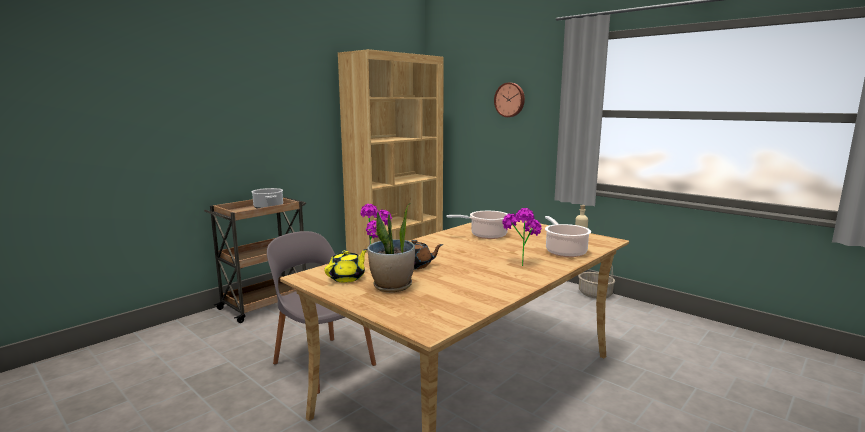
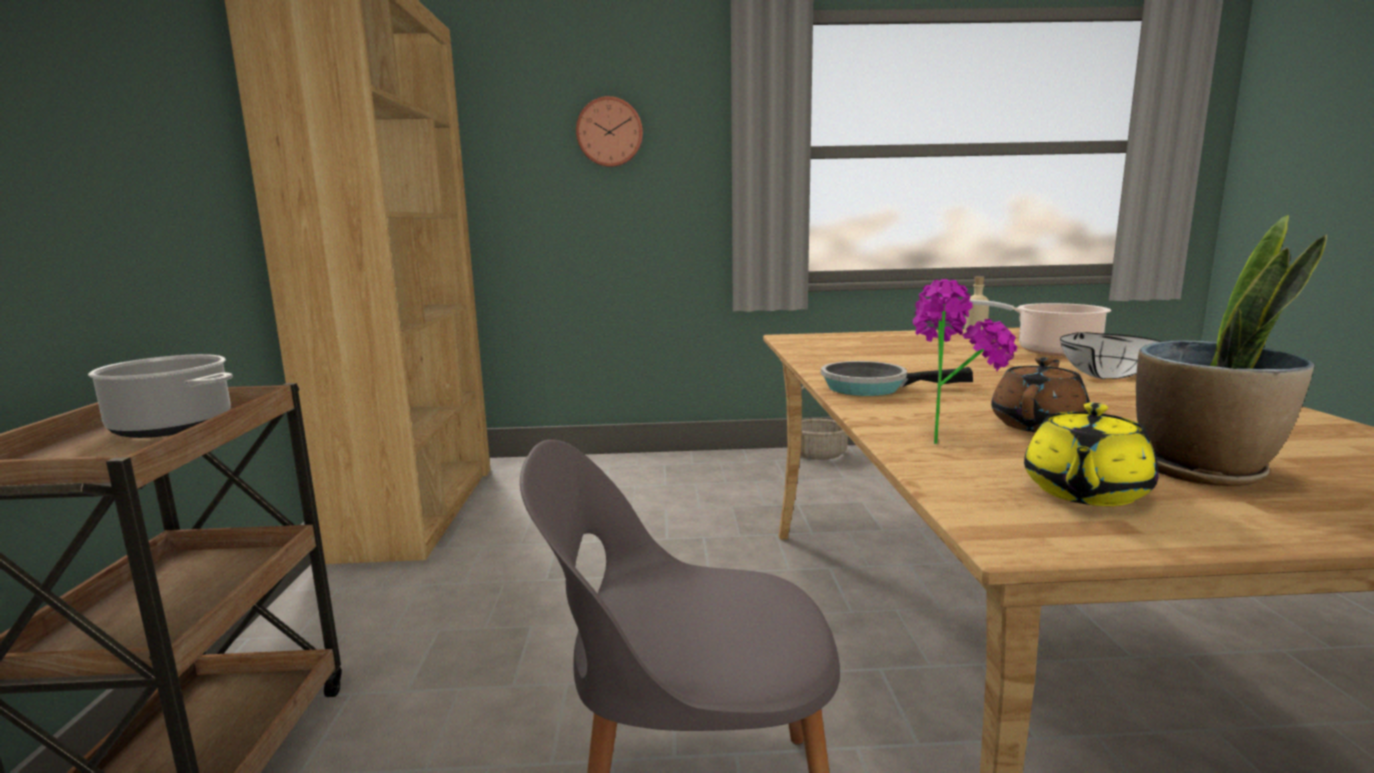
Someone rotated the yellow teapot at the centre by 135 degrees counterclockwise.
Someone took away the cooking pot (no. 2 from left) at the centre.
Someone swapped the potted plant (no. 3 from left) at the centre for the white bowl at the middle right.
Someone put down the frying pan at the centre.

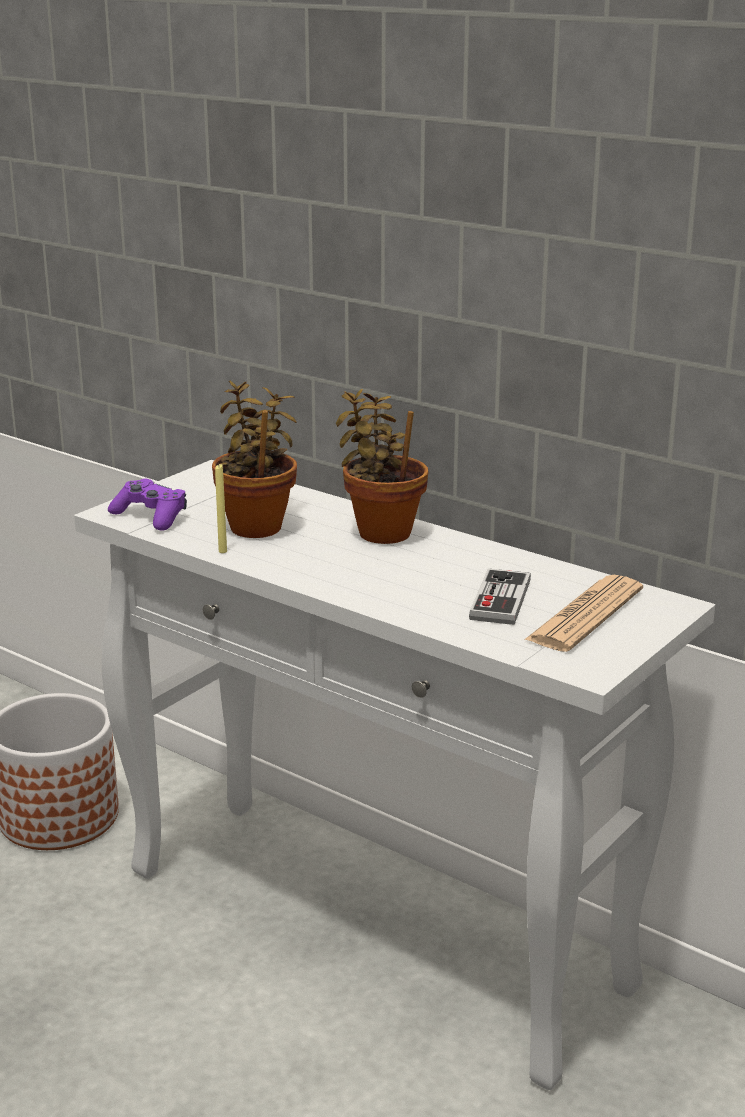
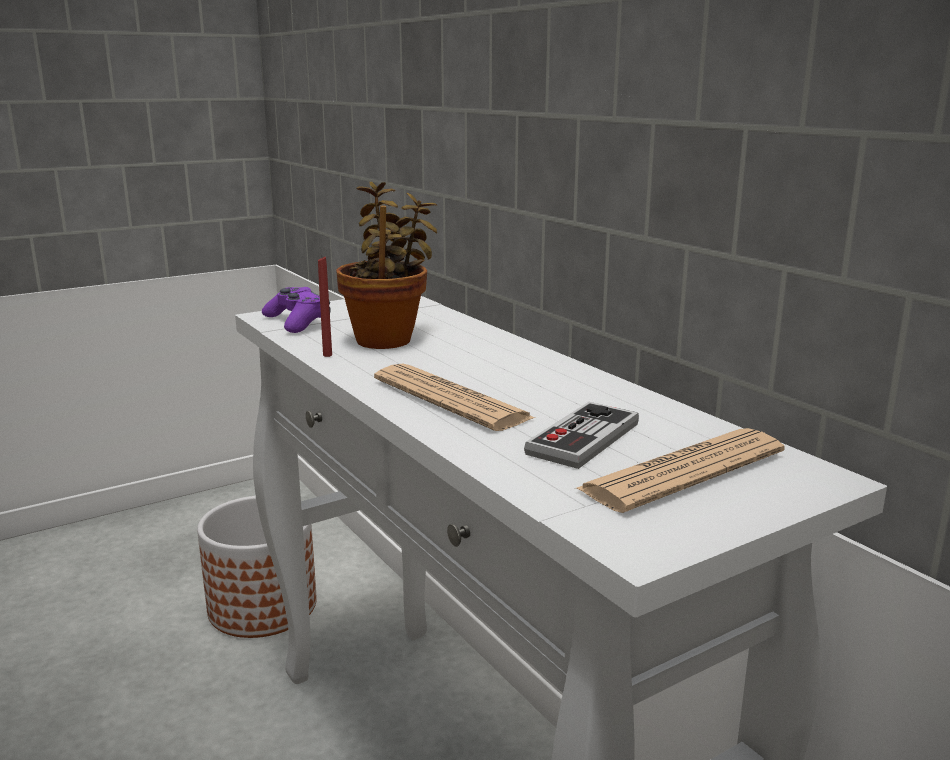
Someone repainted the yellow candle at the middle left, which became the red candle at the centre.
Someone took away the potted plant (no. 2 from left) at the centre.
Someone put down the newspaper (no. 1 from left) at the centre.

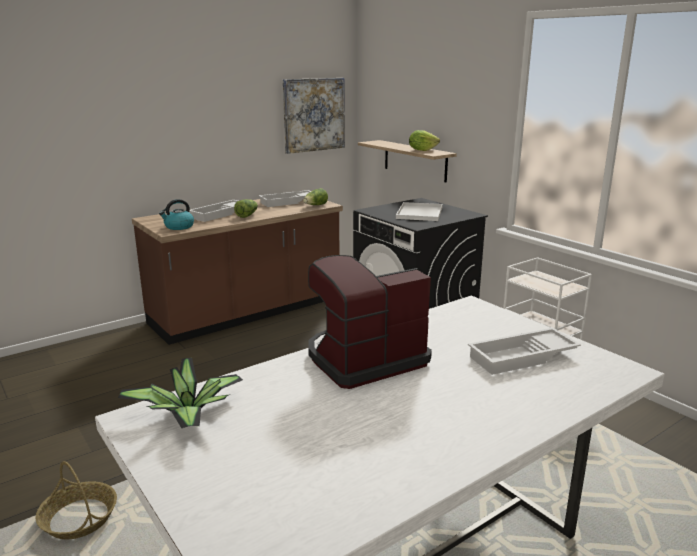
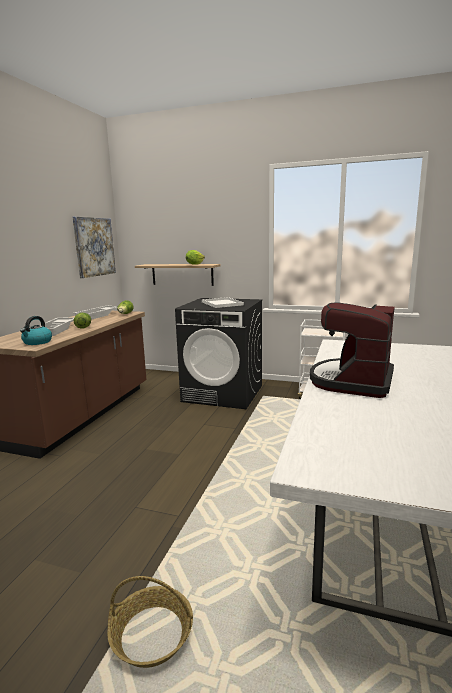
Someone took away the potted plant at the bottom left.
Someone took away the white tray (no. 4 from left) at the middle right.

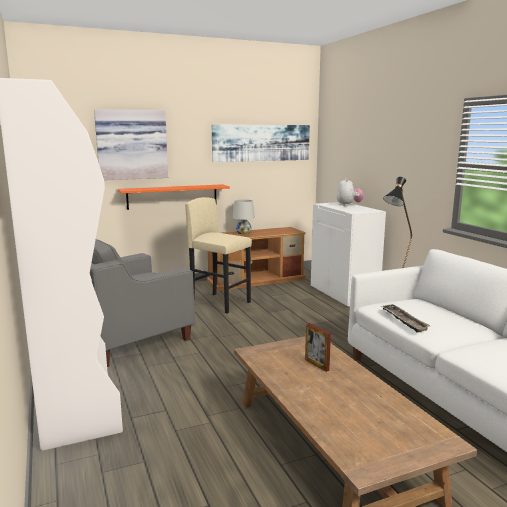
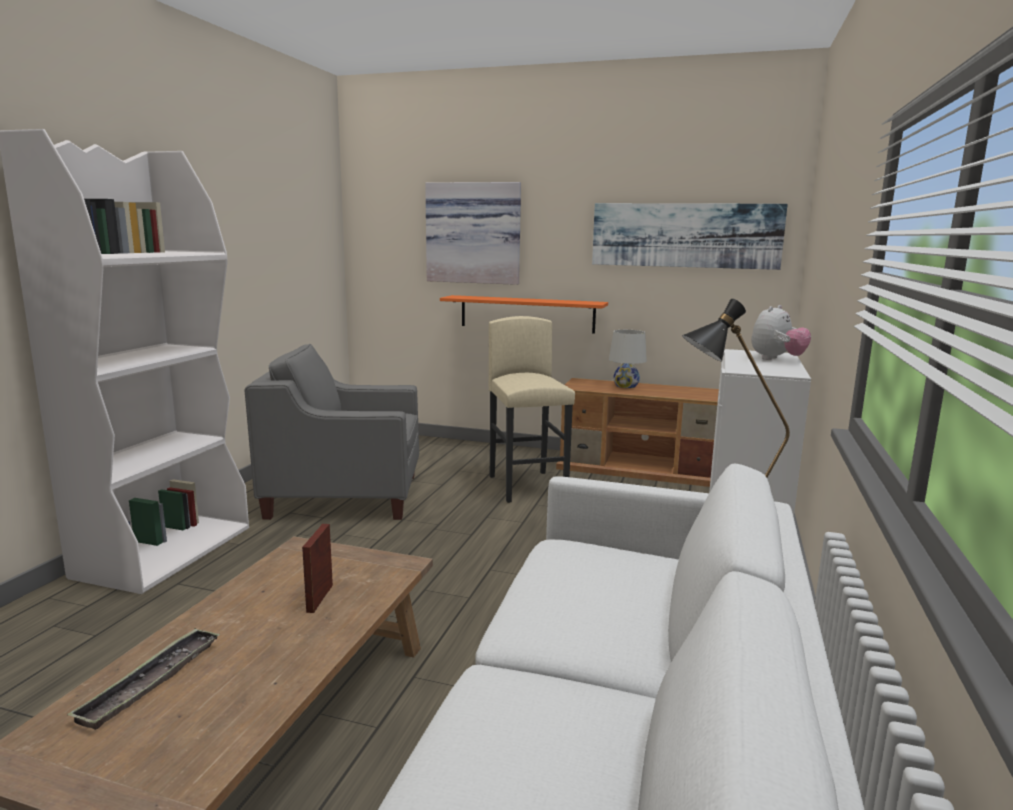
Someone carried the tray from the middle right to the bottom left.

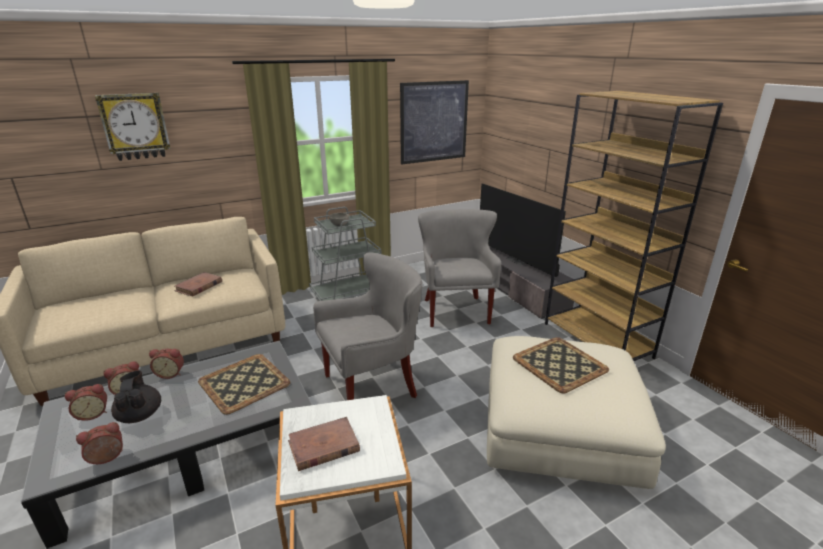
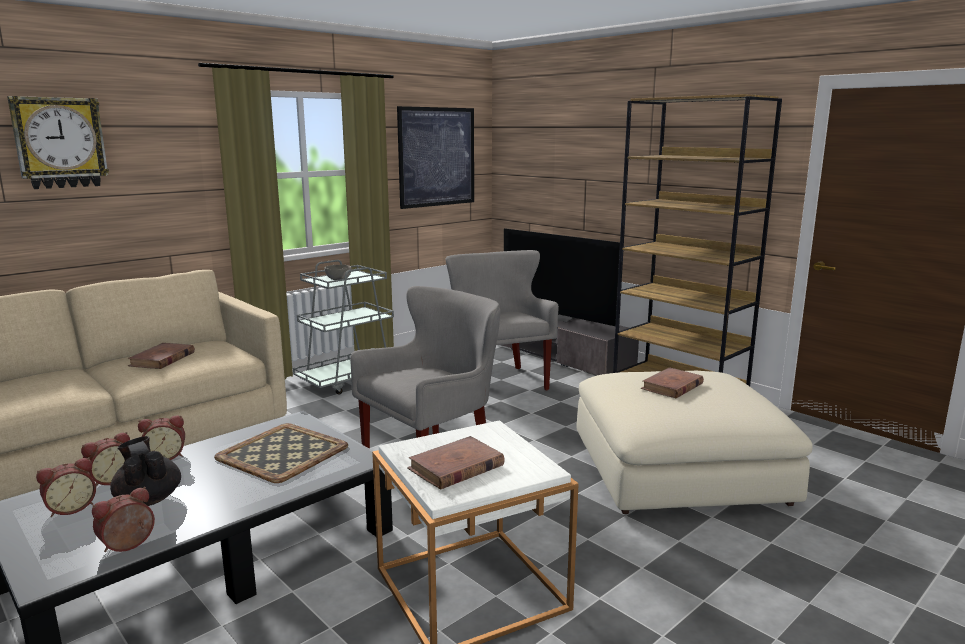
Someone swapped the tray (no. 2 from left) at the middle right for the brown book (no. 3 from left) at the middle right.

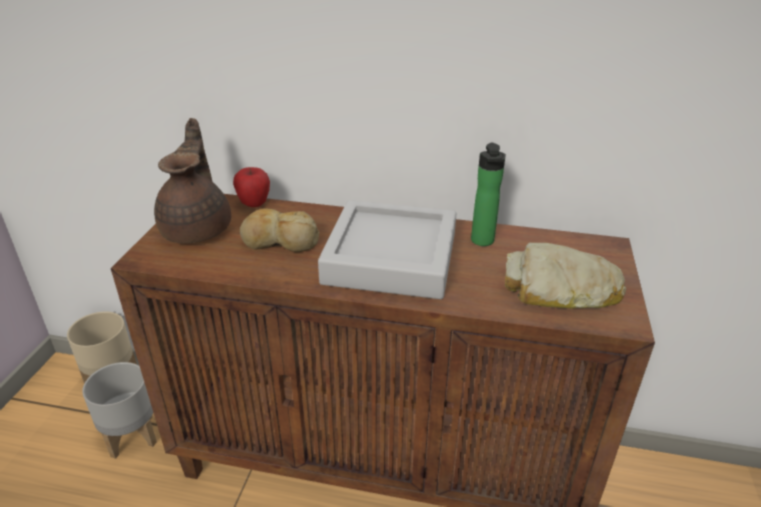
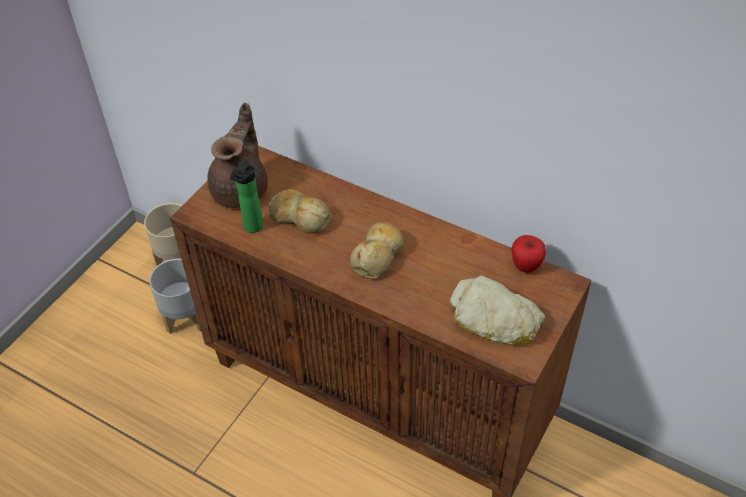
Someone carried the apple from the middle left to the middle right.
Someone swapped the grey tray at the centre for the bread (no. 2 from left) at the centre.
Someone carried the bottle from the centre to the middle left.

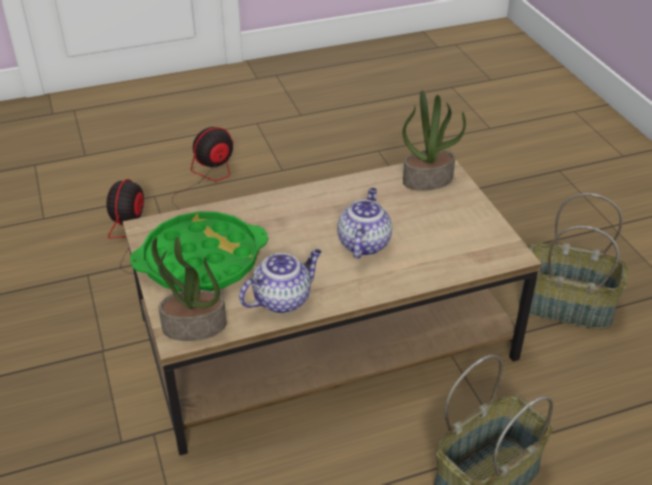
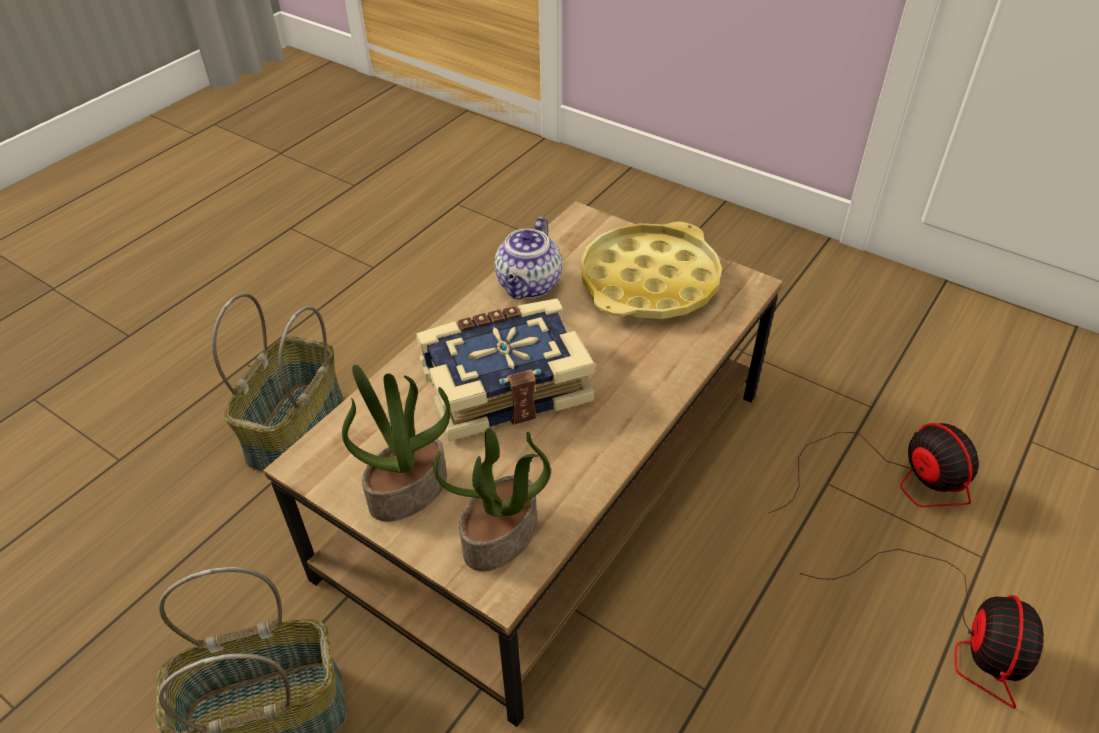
Someone repainted the green tray at the middle left, which became the yellow tray at the centre.
Someone carried the potted plant (no. 1 from left) from the middle left to the centre.
Someone swapped the teapot (no. 2 from left) at the centre for the book at the centre.

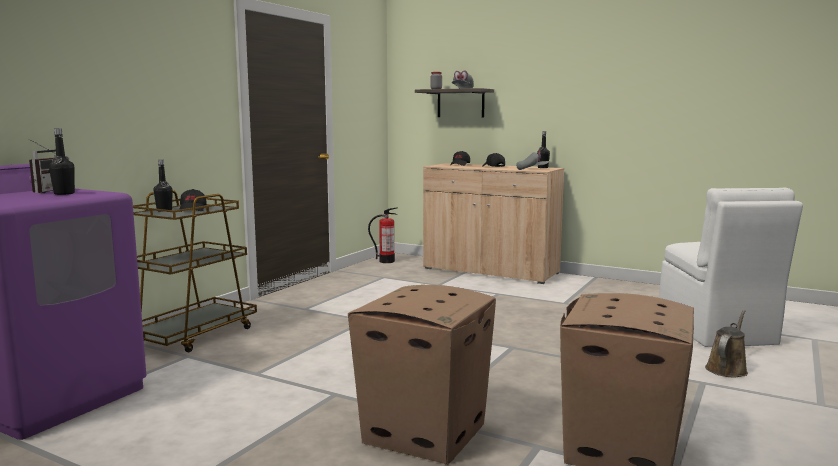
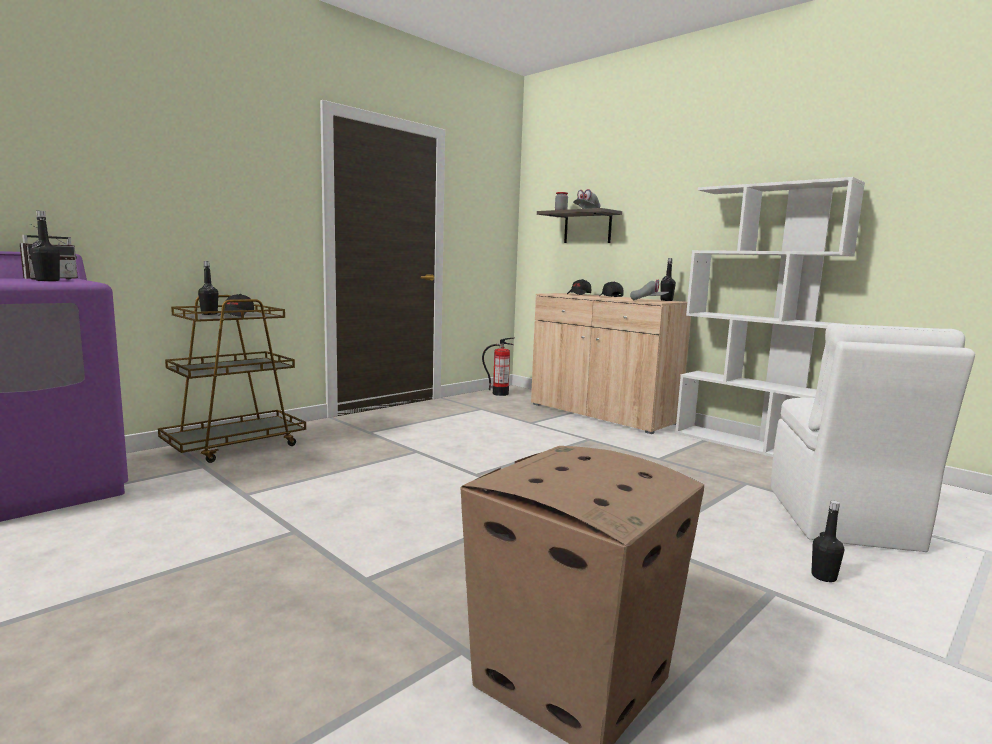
Someone took away the cardboard box (no. 1 from left) at the bottom centre.
Someone swapped the brown watering can at the bottom right for the black bottle (no. 4 from left) at the bottom right.
Someone put down the white bookcase at the middle right.

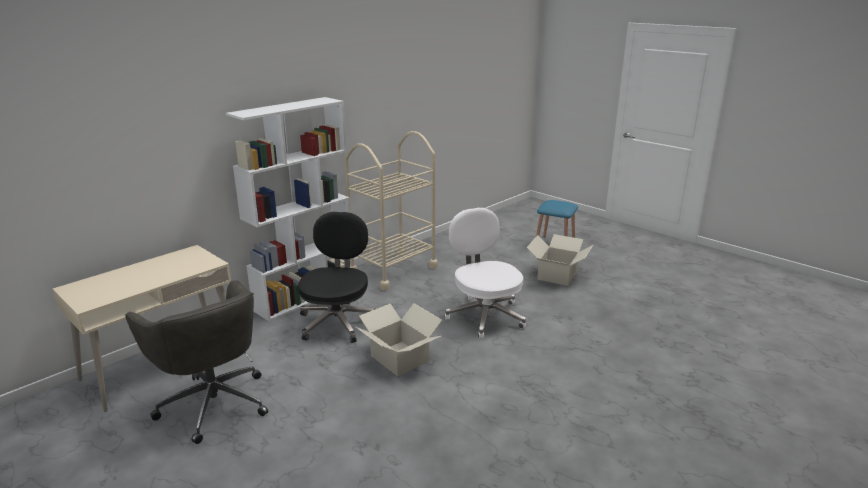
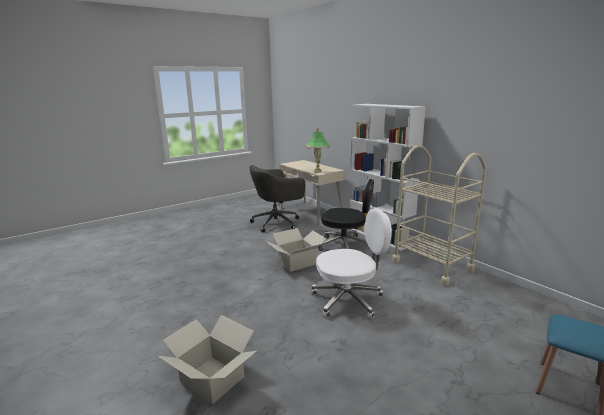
Someone carried the cardboard box (no. 2 from left in the first image) from the centre to the bottom centre.
Someone put down the table lamp at the centre.

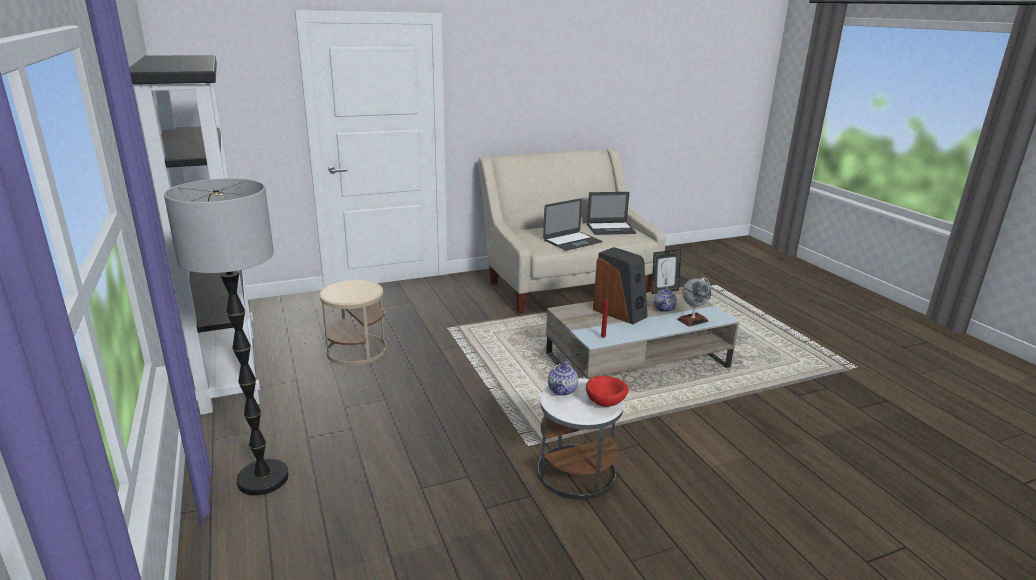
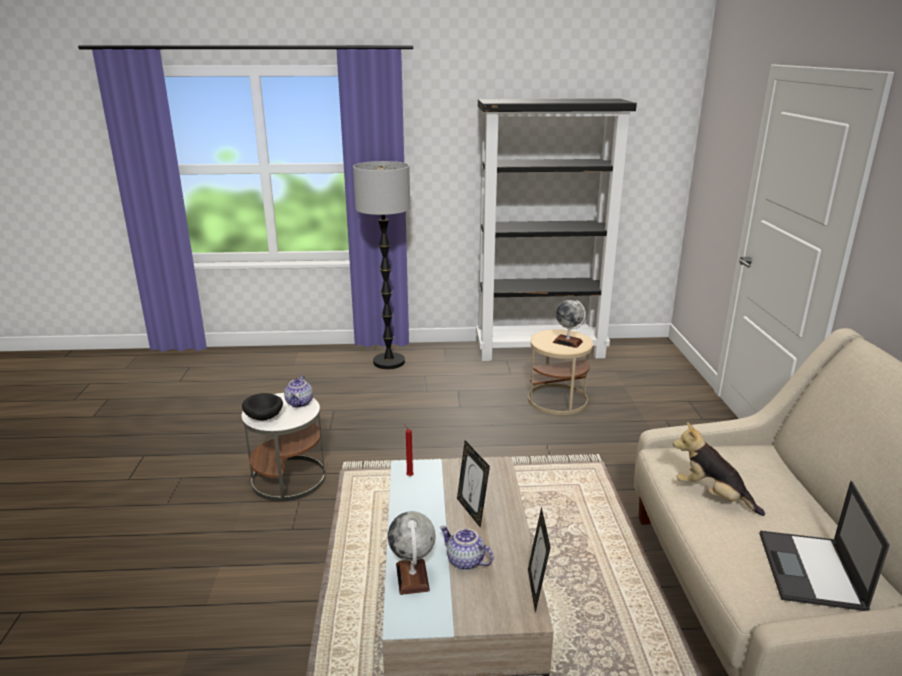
Someone swapped the laptop (no. 1 from left) at the centre for the plush toy at the bottom right.
Someone rotated the teapot (no. 1 from left) at the centre by 120 degrees counterclockwise.
Someone repainted the red bowl at the bottom centre, which became the black bowl at the middle left.
Someone swapped the speaker at the centre for the picture frame (no. 1 from left) at the bottom centre.
Someone put down the globe (no. 2 from left) at the centre.

